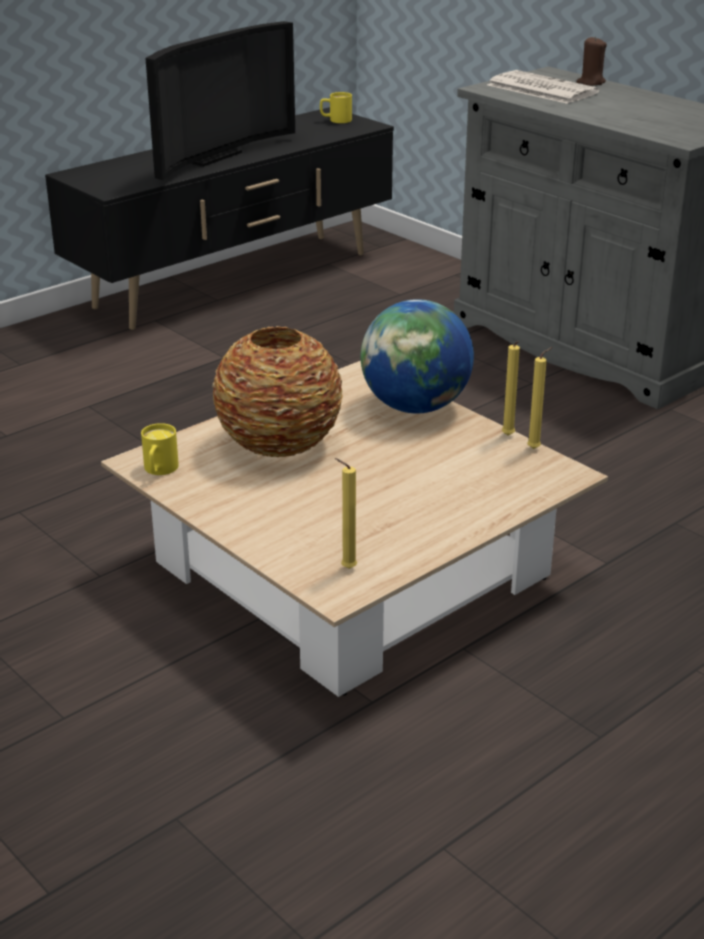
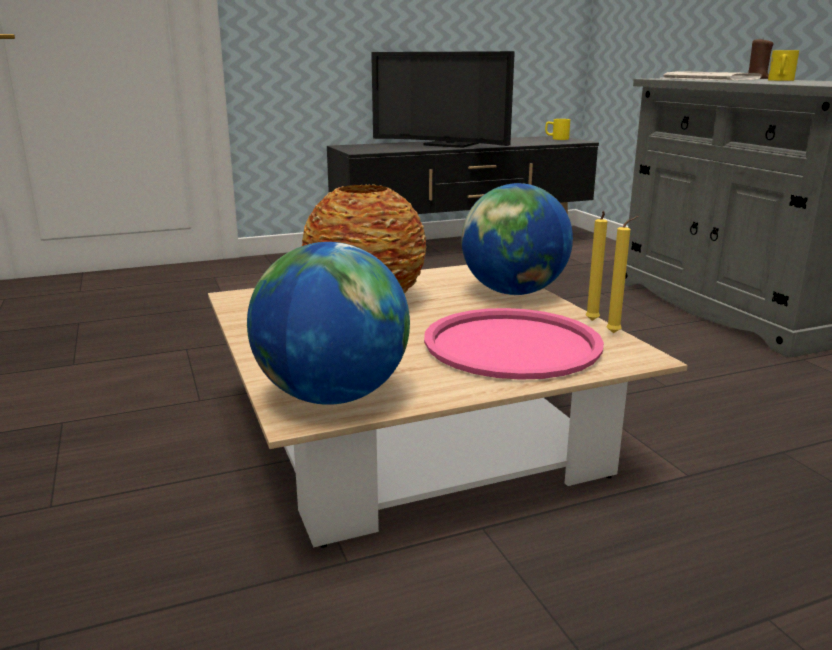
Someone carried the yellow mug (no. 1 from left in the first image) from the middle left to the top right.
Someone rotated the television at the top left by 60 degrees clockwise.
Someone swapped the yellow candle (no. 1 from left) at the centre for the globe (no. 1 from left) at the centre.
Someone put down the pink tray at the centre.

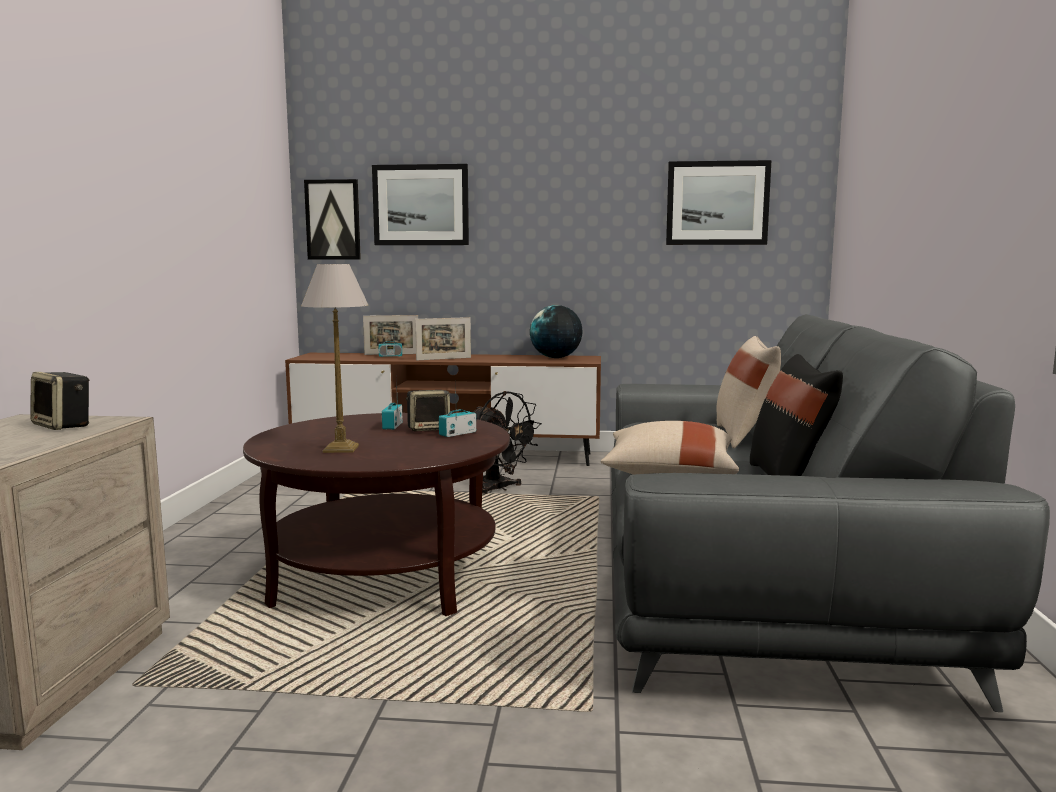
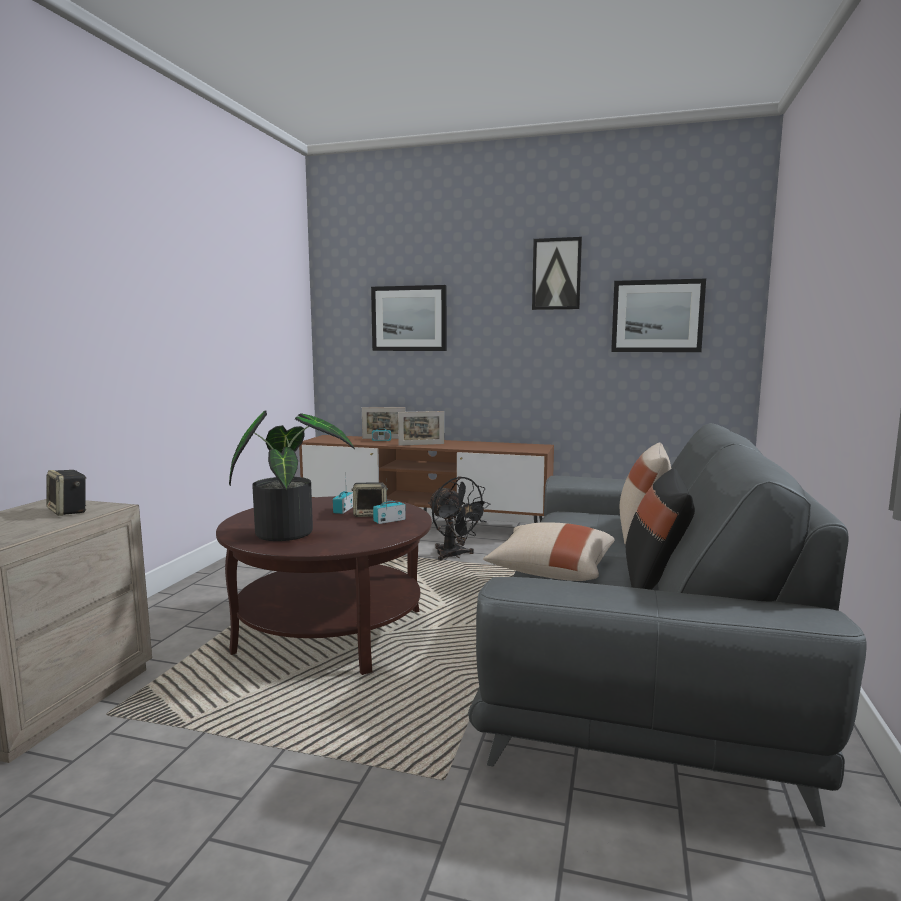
Someone swapped the table lamp at the middle left for the potted plant at the middle left.
Someone carried the picture (no. 1 from left in the first image) from the top left to the top centre.
Someone took away the globe at the centre.

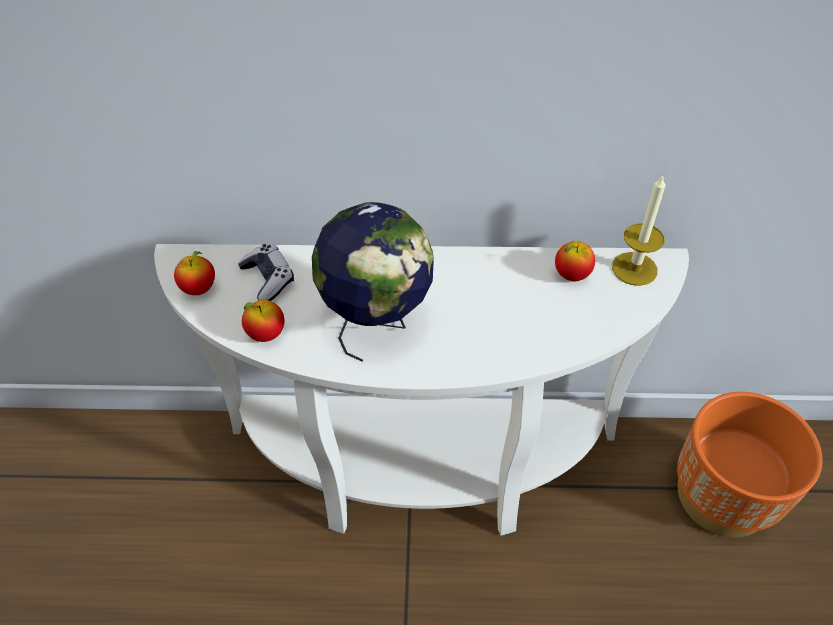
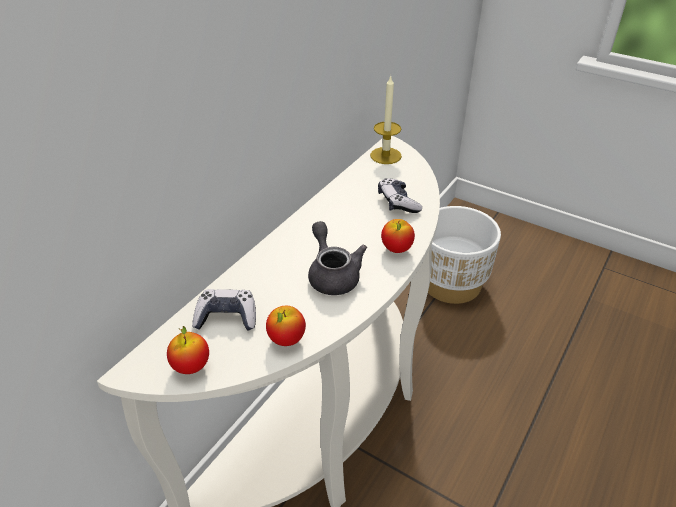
Someone swapped the globe at the centre for the grey teapot at the centre.
Someone carried the apple (no. 3 from left) from the middle right to the centre.
Someone repainted the orange planter at the bottom right, which became the white planter at the middle right.
Someone put down the game controller (no. 2 from left) at the centre.

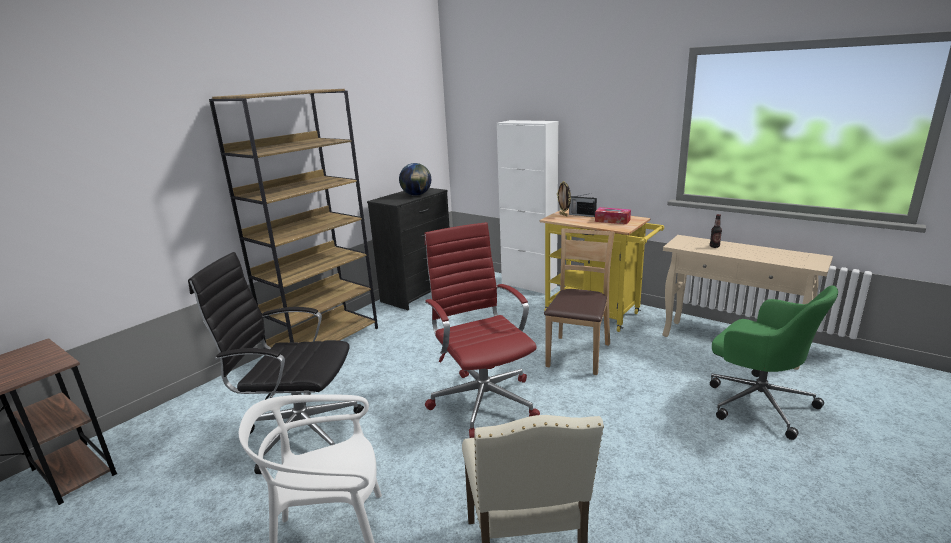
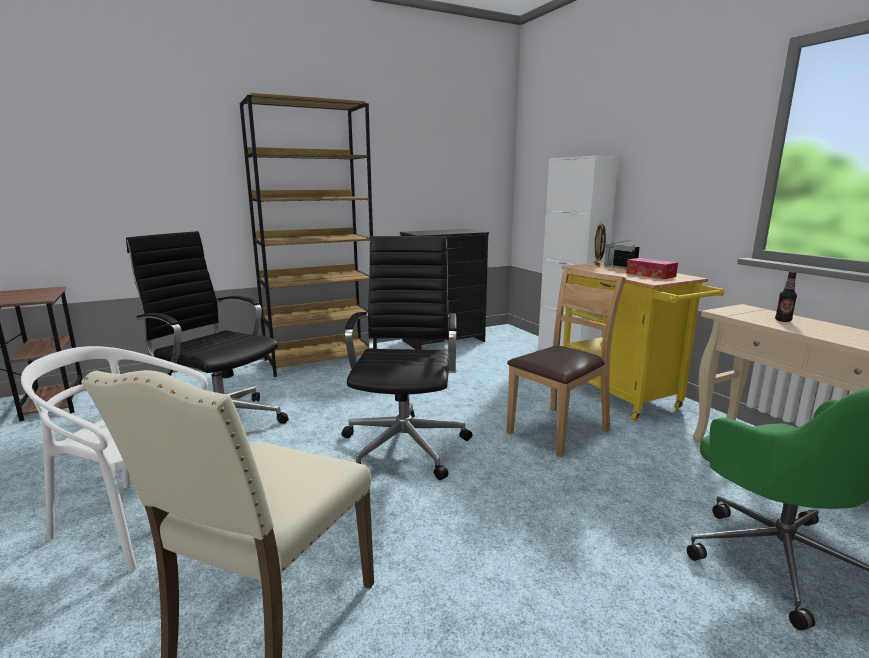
Someone took away the globe at the top centre.
Someone repainted the red office chair at the centre, which became the black office chair (no. 2 from left) at the centre.

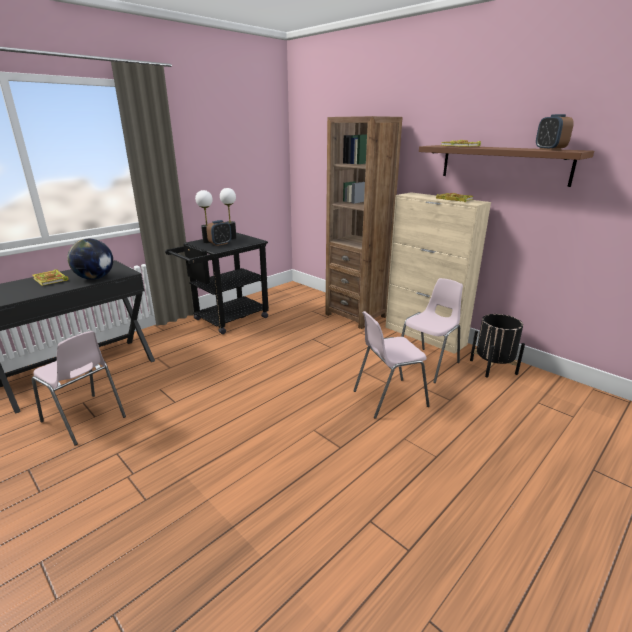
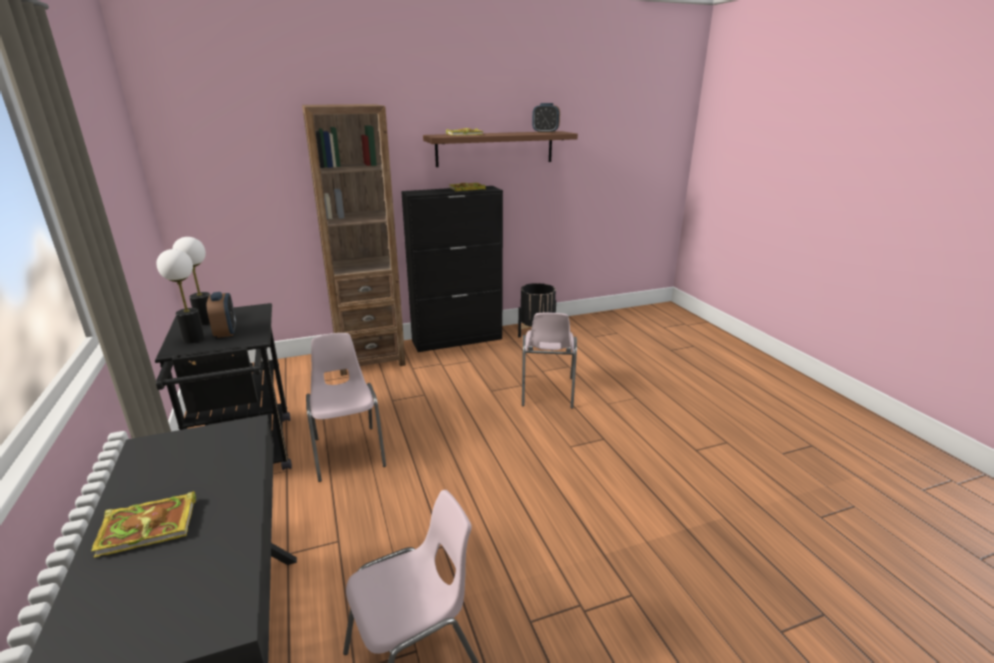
Someone took away the globe at the middle left.
Someone repainted the beige cabinet at the middle right, which became the black cabinet at the centre.
Someone carried the pink chair (no. 3 from left in the first image) from the middle right to the centre.

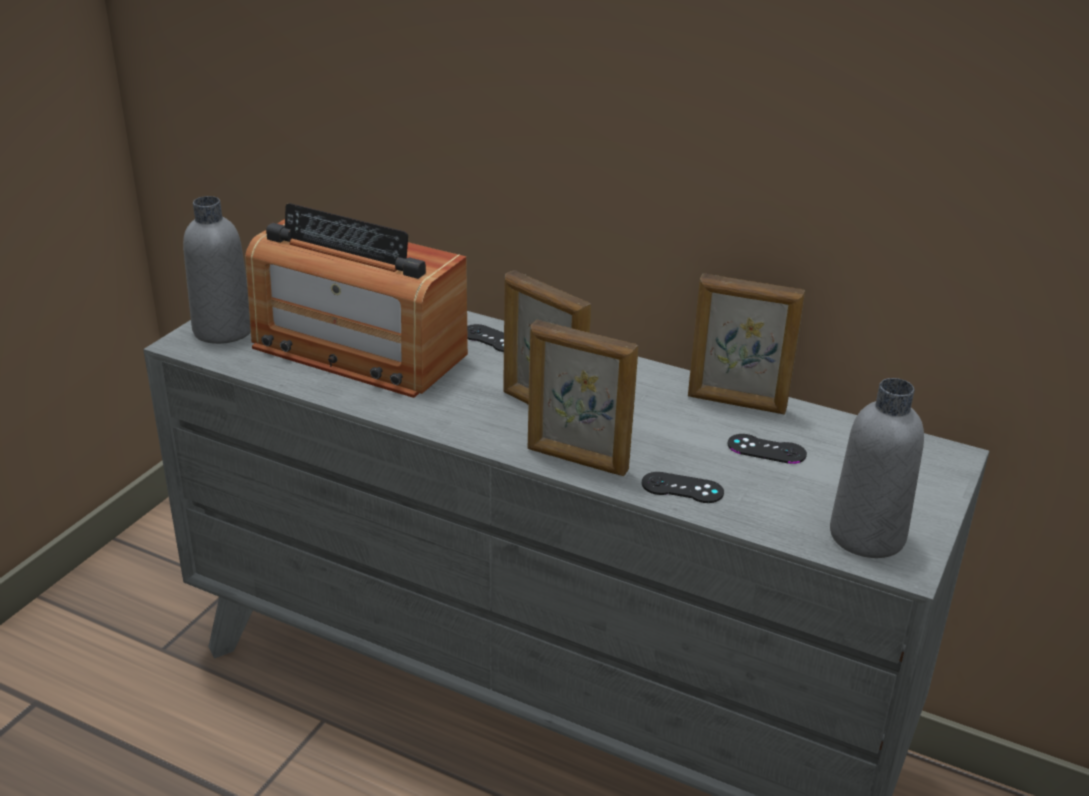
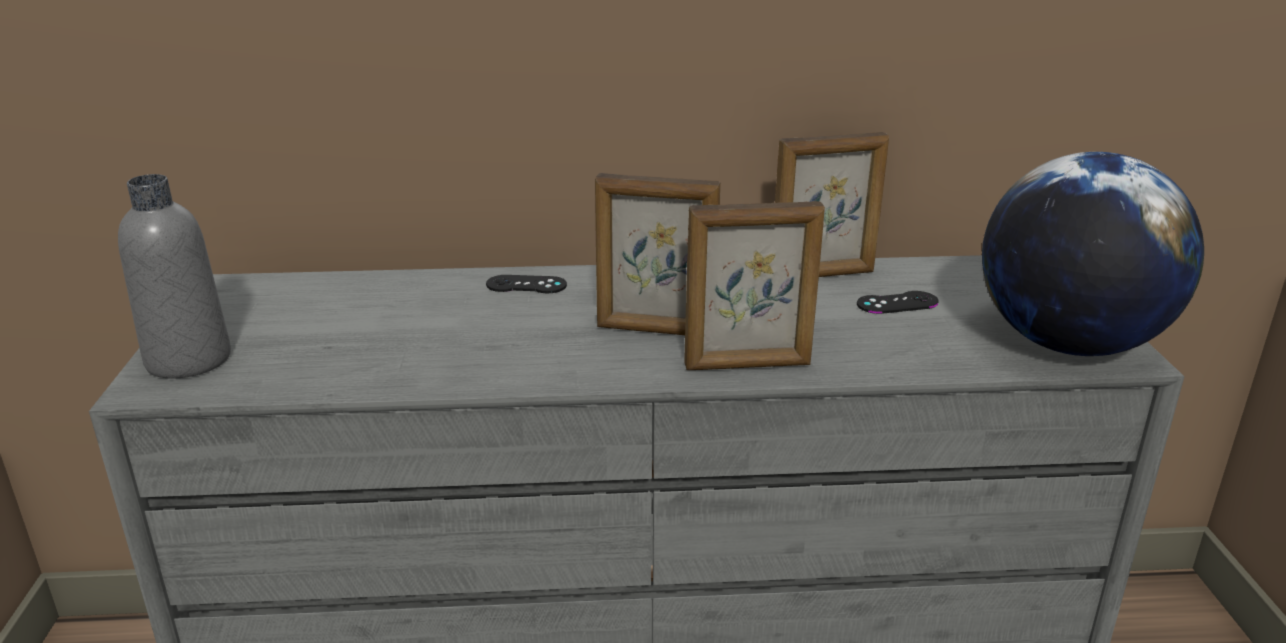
Someone took away the radio at the middle left.
Someone took away the black game controller (no. 2 from left) at the centre.
Someone swapped the grey bottle (no. 2 from left) at the middle right for the globe at the middle right.

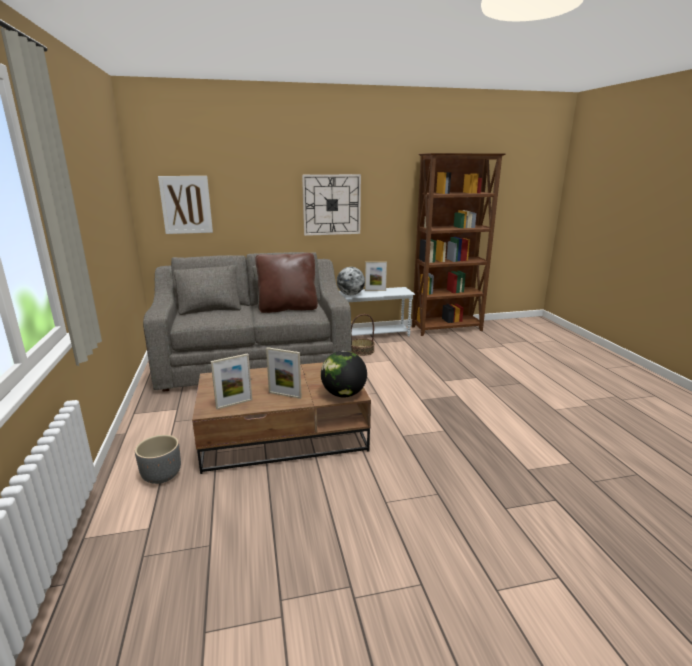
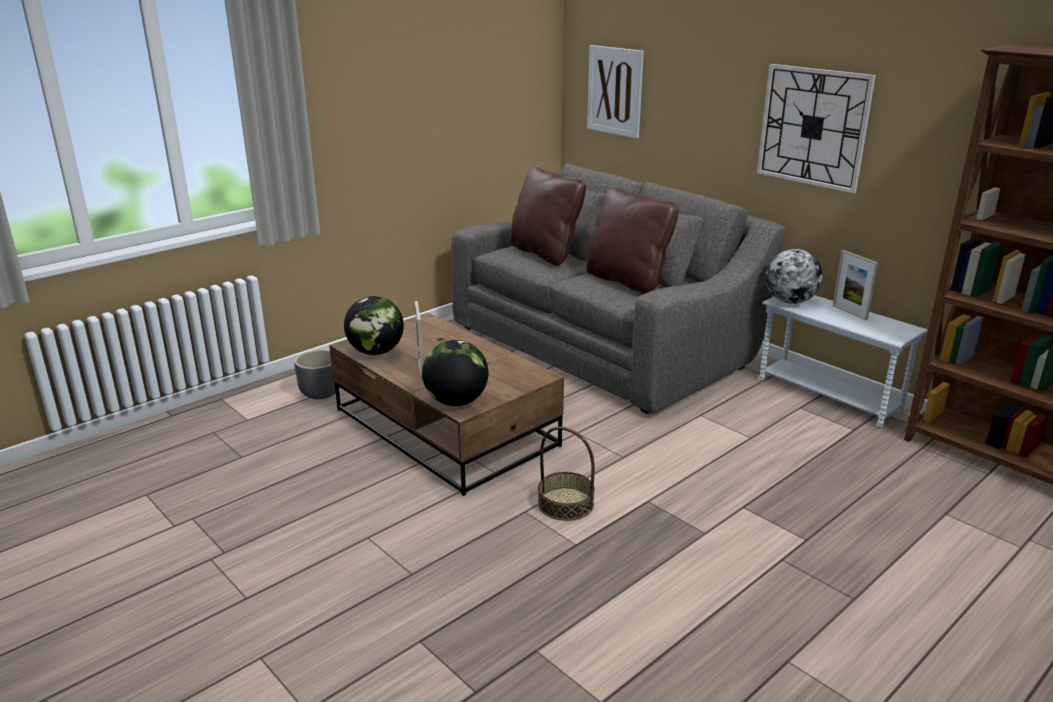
Someone swapped the picture frame (no. 1 from left) at the centre for the globe (no. 1 from left) at the centre.
Someone carried the basket from the centre to the bottom centre.
Someone put down the brown pillow (no. 1 from left) at the top centre.

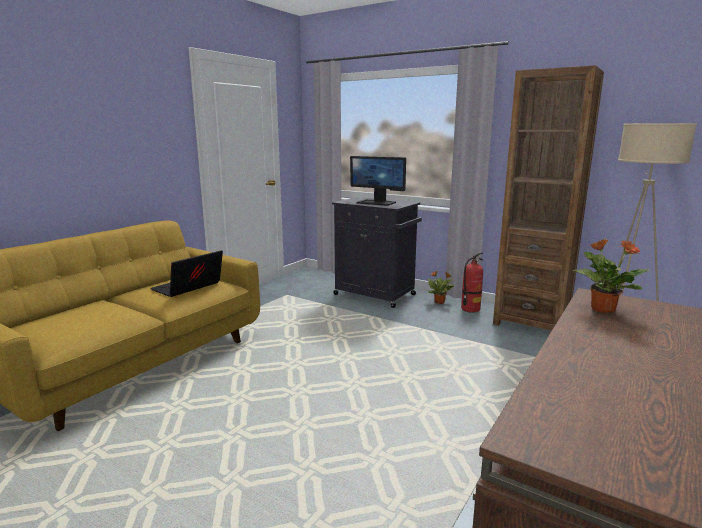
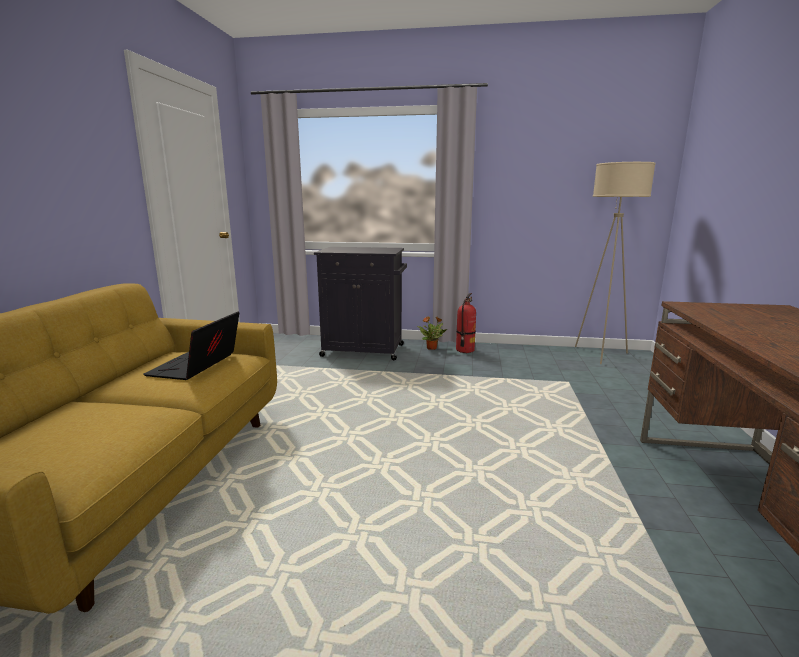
Someone took away the monitor at the centre.
Someone took away the brown bookcase at the middle right.
Someone took away the potted plant (no. 2 from left) at the middle right.

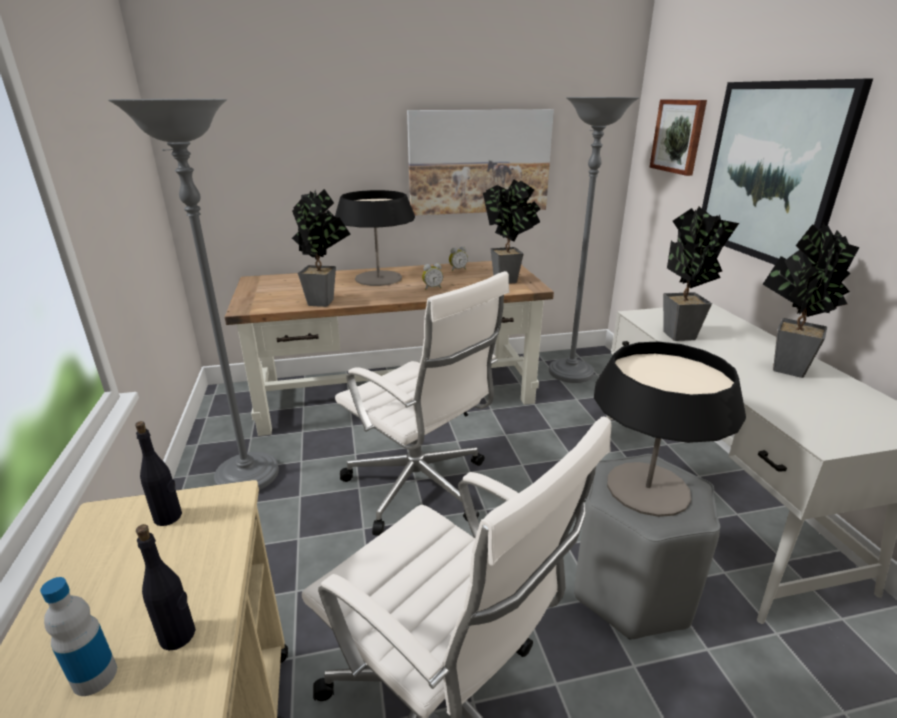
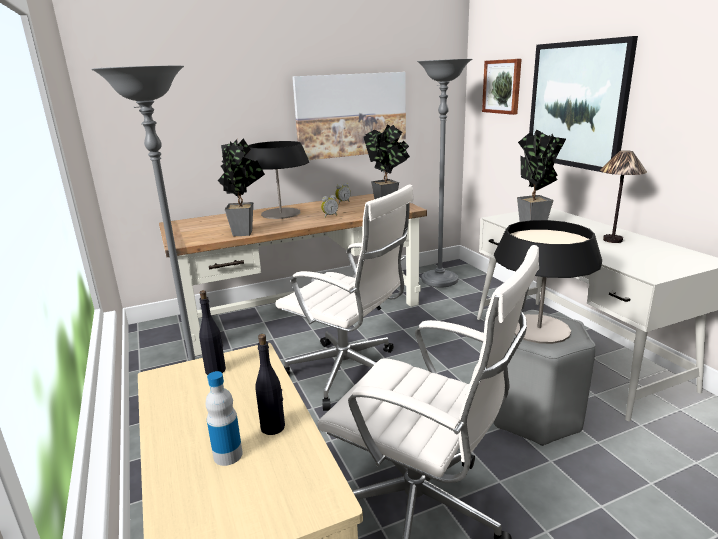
Someone swapped the potted plant (no. 4 from left) at the middle right for the table lamp (no. 3 from left) at the middle right.

